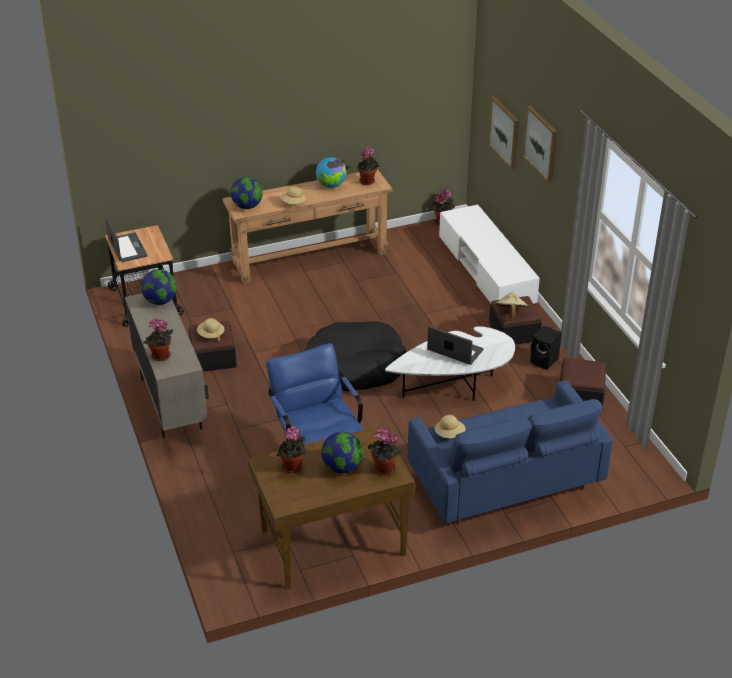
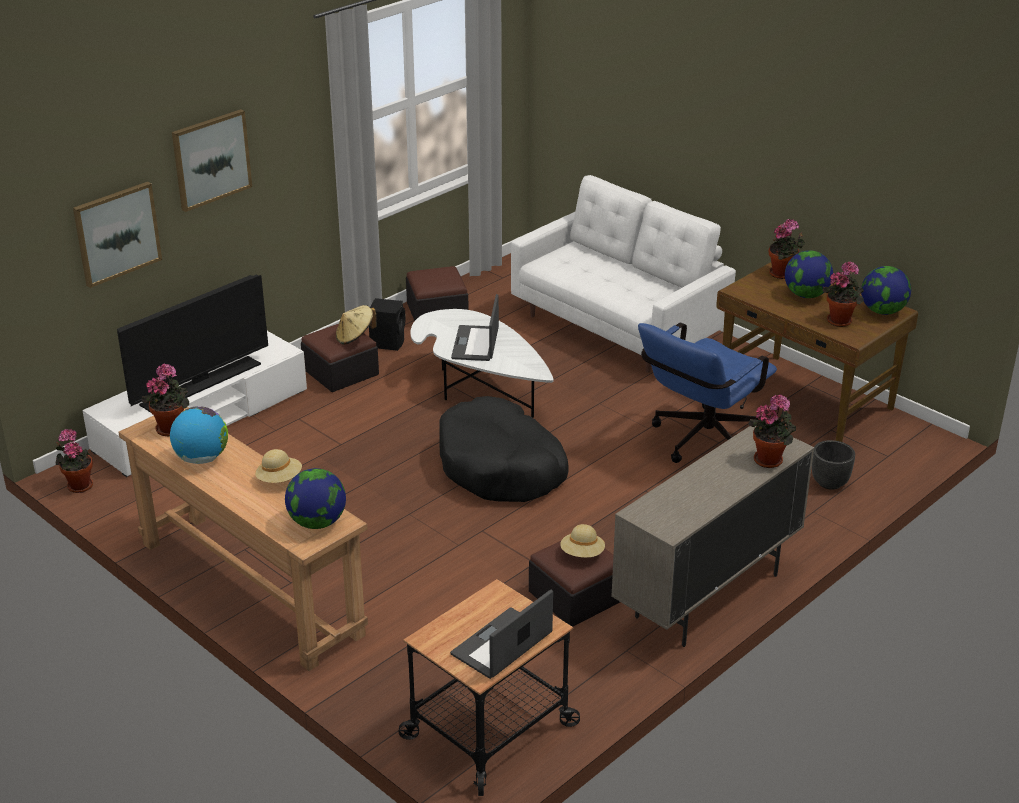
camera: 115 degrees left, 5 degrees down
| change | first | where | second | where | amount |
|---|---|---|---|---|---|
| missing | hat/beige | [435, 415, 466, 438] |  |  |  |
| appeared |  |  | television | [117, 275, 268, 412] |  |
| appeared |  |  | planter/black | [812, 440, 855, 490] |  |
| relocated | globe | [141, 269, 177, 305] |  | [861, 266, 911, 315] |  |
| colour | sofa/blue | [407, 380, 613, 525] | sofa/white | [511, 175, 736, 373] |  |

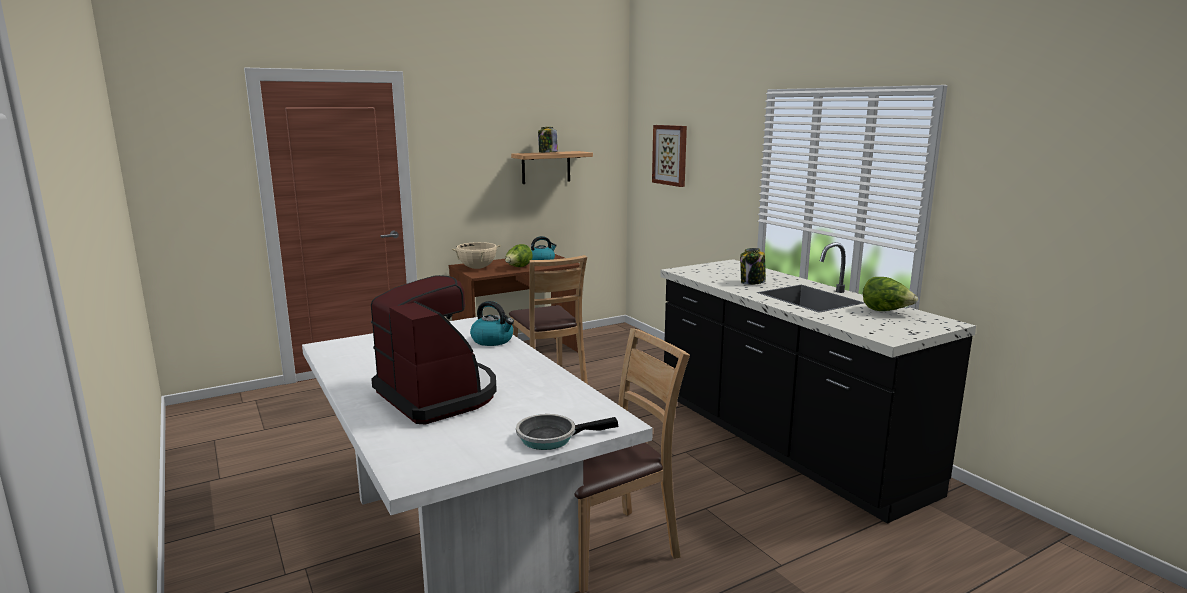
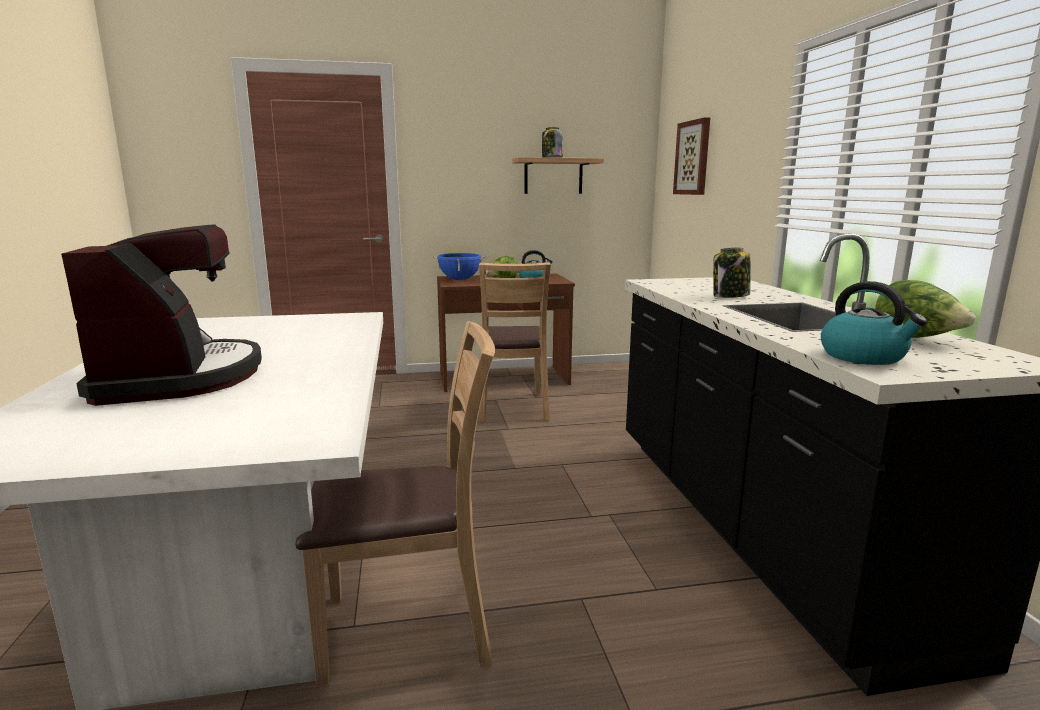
camera: 20 degrees right, 0 degrees up
| change | first | where | second | where | amount |
|---|---|---|---|---|---|
| missing | frying pan | [516, 414, 618, 450] |  |  |  |
| relocated | kettle | [470, 301, 514, 346] |  | [821, 281, 927, 365] |  |
| colour | cooking pot/beige | [452, 242, 501, 269] | cooking pot/blue | [432, 253, 486, 280] |  |

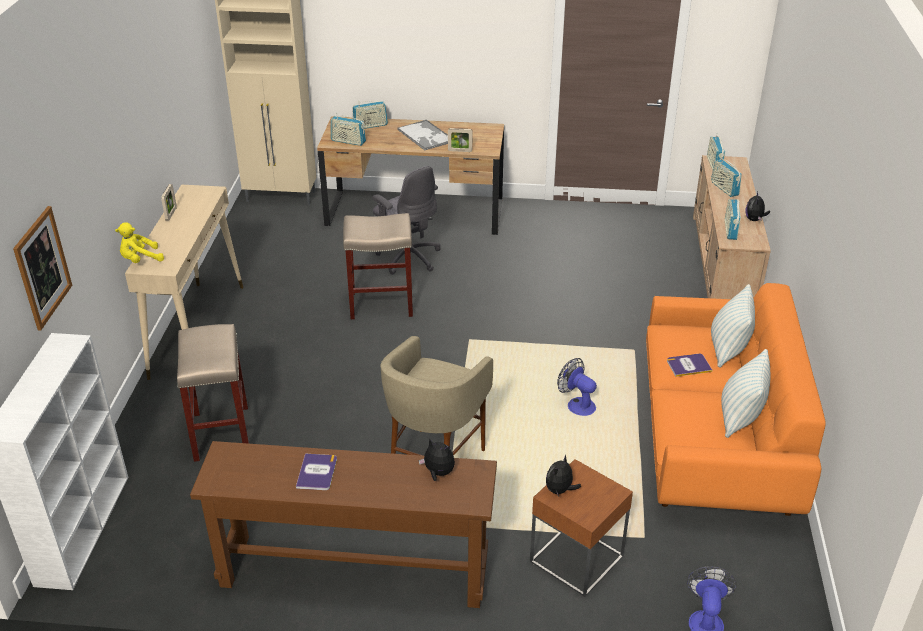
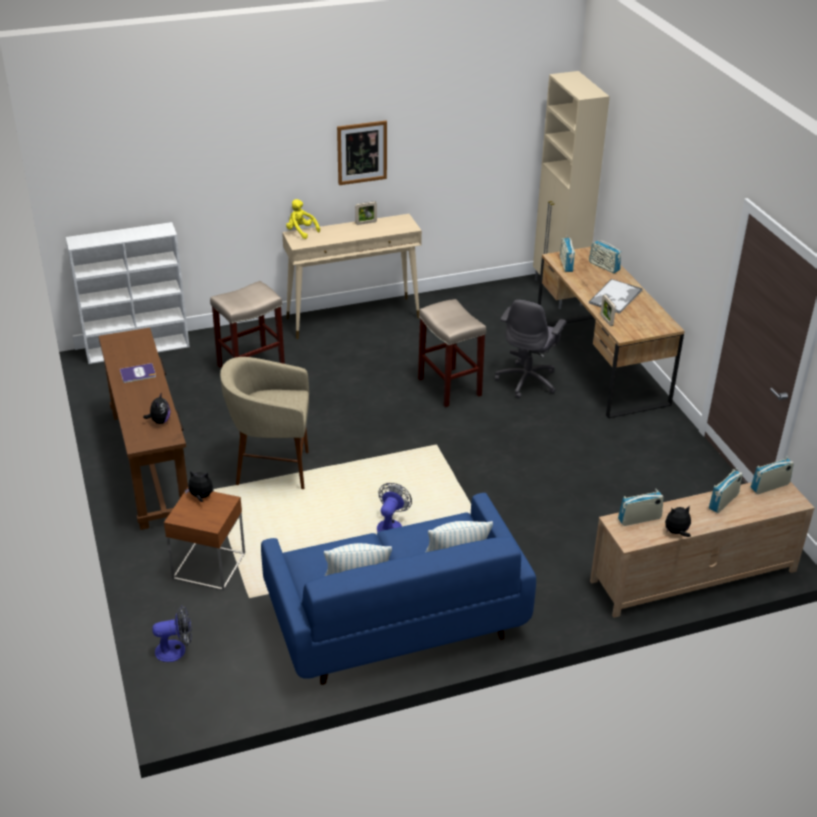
camera: 65 degrees right, 0 degrees up
| change | first | where | second | where | amount |
|---|---|---|---|---|---|
| missing | book | [667, 354, 712, 377] |  |  |  |
| relocated | picture | [13, 206, 72, 331] |  | [337, 121, 387, 185] |  |
| colour | sofa/orange | [646, 283, 826, 516] | sofa/blue | [261, 493, 536, 685] |  |

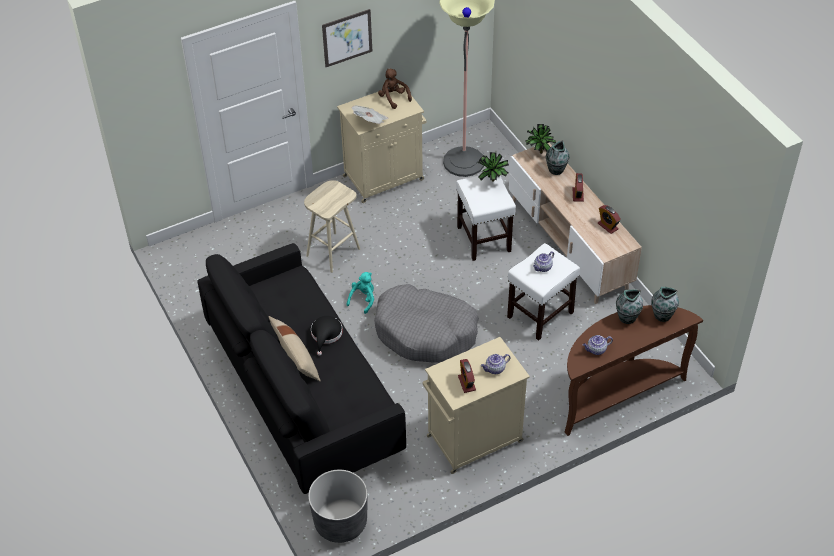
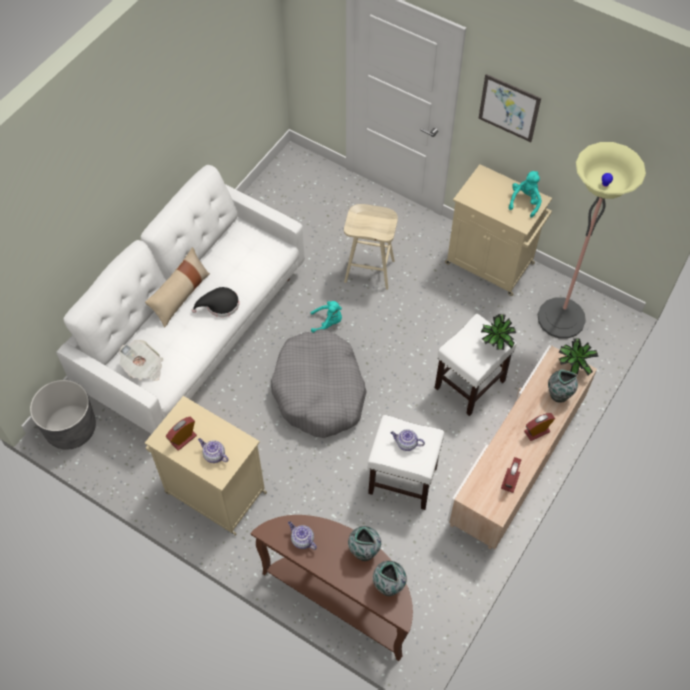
camera: 60 degrees right, 10 degrees up
| change | first | where | second | where | amount |
|---|---|---|---|---|---|
| relocated | newspaper | [352, 105, 388, 124] |  | [120, 340, 163, 381] |  |
| colour | sofa/black | [197, 243, 406, 494] | sofa/white | [56, 165, 305, 434] |  |
| colour | plush toy/brown | [378, 69, 412, 109] | plush toy/turquoise | [509, 171, 542, 218] |  |

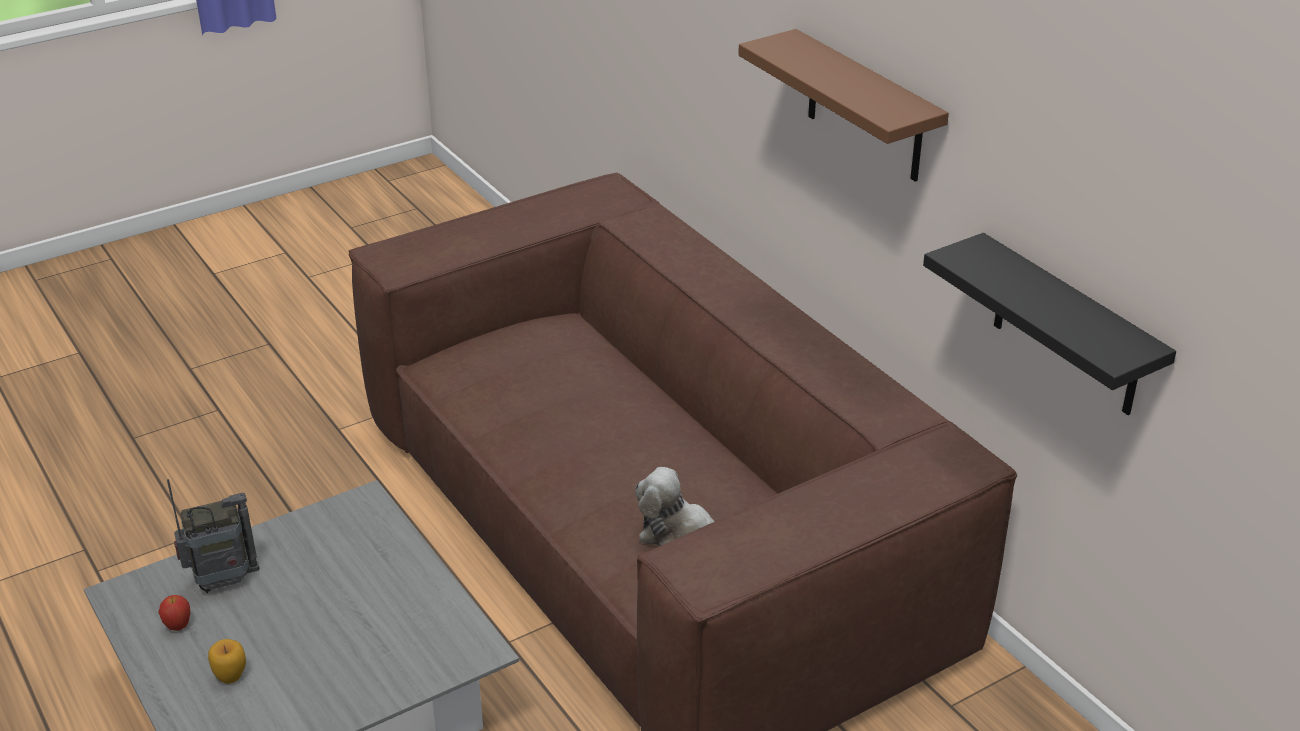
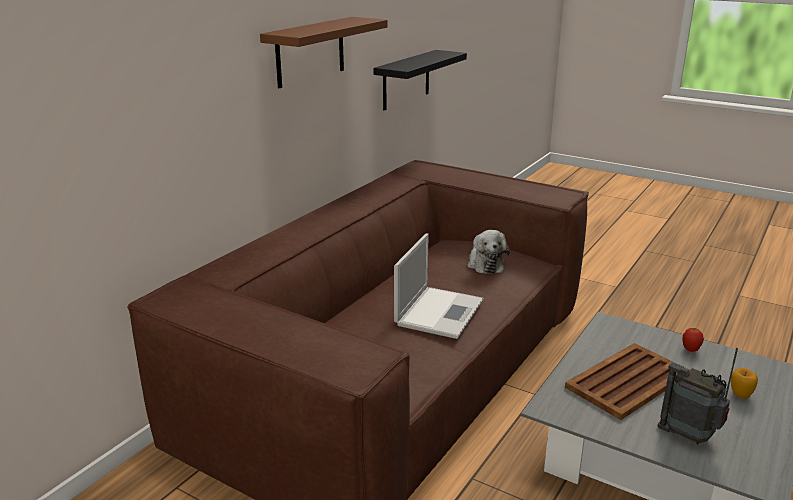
camera: 115 degrees left, 10 degrees down
| change | first | where | second | where | amount |
|---|---|---|---|---|---|
| appeared |  |  | laptop | [394, 233, 484, 339] |  |
| appeared |  |  | tray/brown | [565, 343, 690, 420] |  |
| relocated | apple | [158, 595, 190, 631] |  | [683, 328, 704, 352] |  |

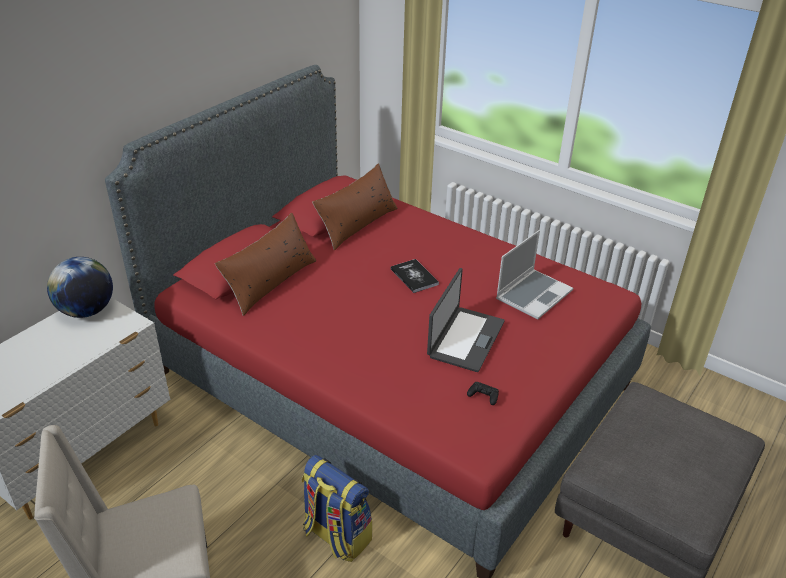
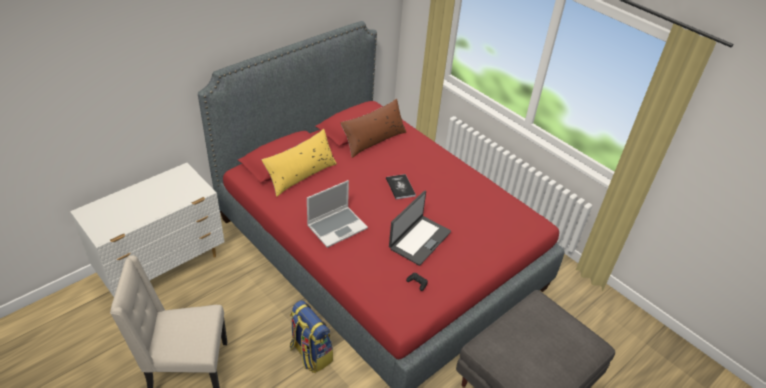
camera: 10 degrees right, 5 degrees up
| change | first | where | second | where | amount |
|---|---|---|---|---|---|
| missing | globe | [47, 257, 113, 318] |  |  |  |
| relocated | laptop | [496, 230, 573, 320] |  | [307, 180, 368, 248] |  |
| colour | pillow/brown | [215, 213, 316, 316] | pillow/yellow | [262, 129, 337, 197] |  |

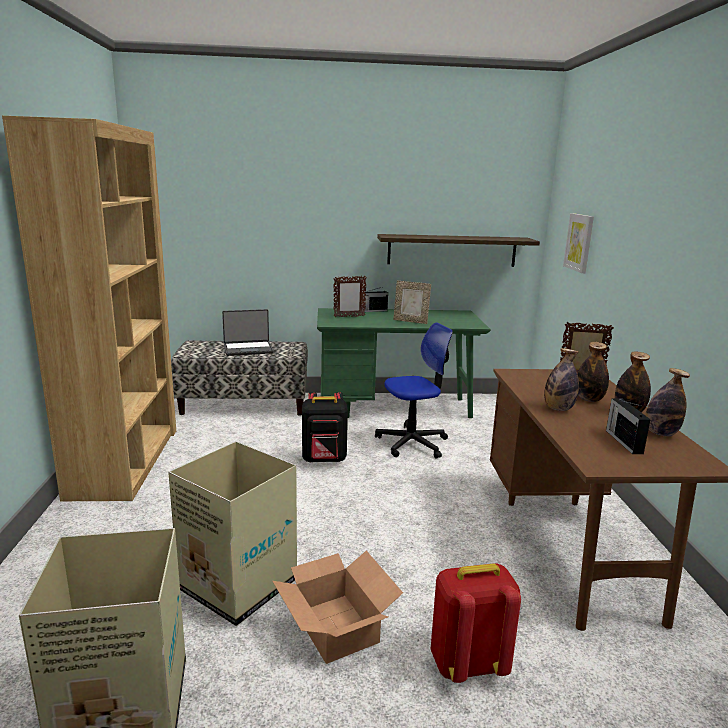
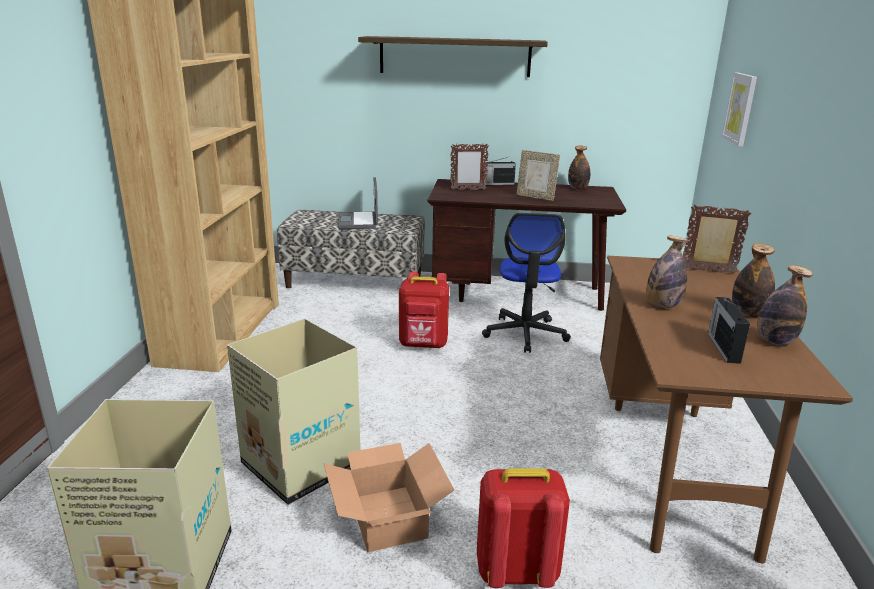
camera: 10 degrees right, 5 degrees up
| change | first | where | second | where | amount |
|---|---|---|---|---|---|
| relocated | shelf | [377, 234, 540, 267] |  | [358, 36, 548, 77] |  |
| relocated | bottle | [578, 342, 609, 402] |  | [568, 145, 590, 190] |  |
| colour | backpack/black | [302, 392, 348, 463] | backpack/red | [399, 272, 449, 349] |  |
| colour | desk/green | [317, 308, 491, 418] | desk/brown | [427, 179, 626, 311] |  |
| spun | laptop | [222, 309, 274, 356] |  | [338, 177, 378, 229] | 90 degrees clockwise |
| spun | office chair | [375, 322, 453, 459] |  | [482, 213, 571, 353] | 105 degrees clockwise |

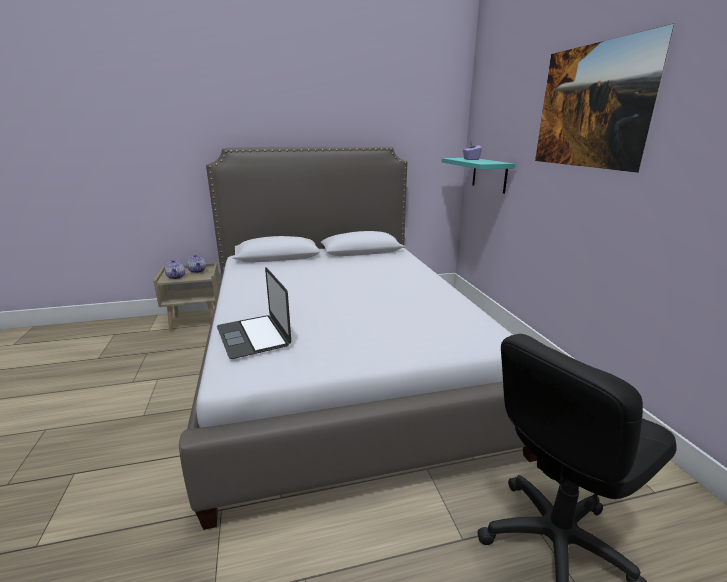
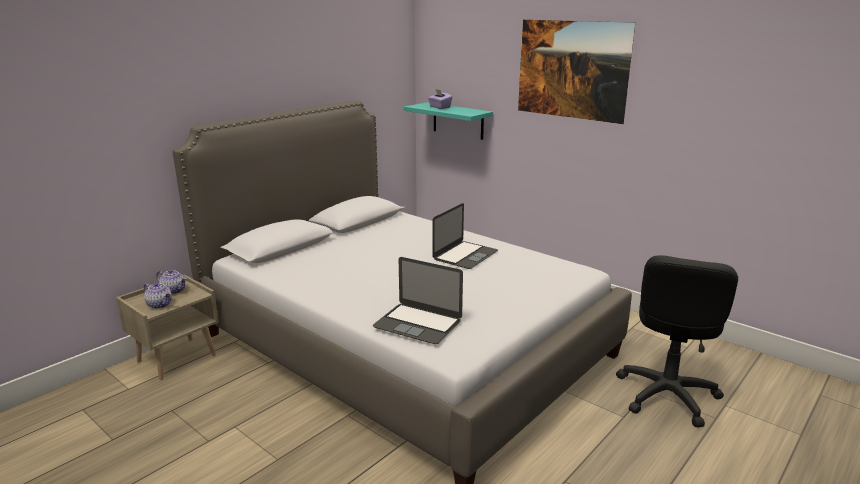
camera: 35 degrees left, 0 degrees up
| change | first | where | second | where | amount |
|---|---|---|---|---|---|
| appeared |  |  | laptop | [432, 203, 498, 269] |  |

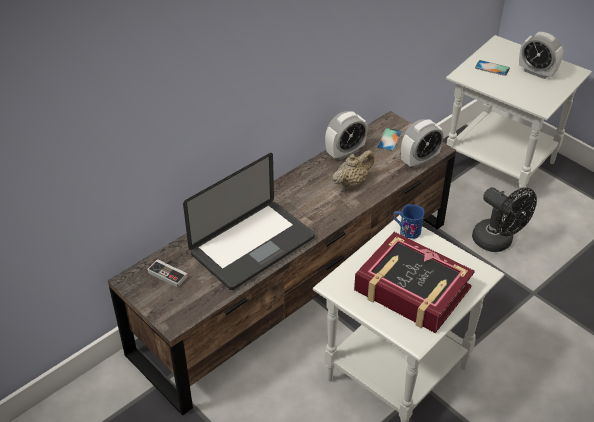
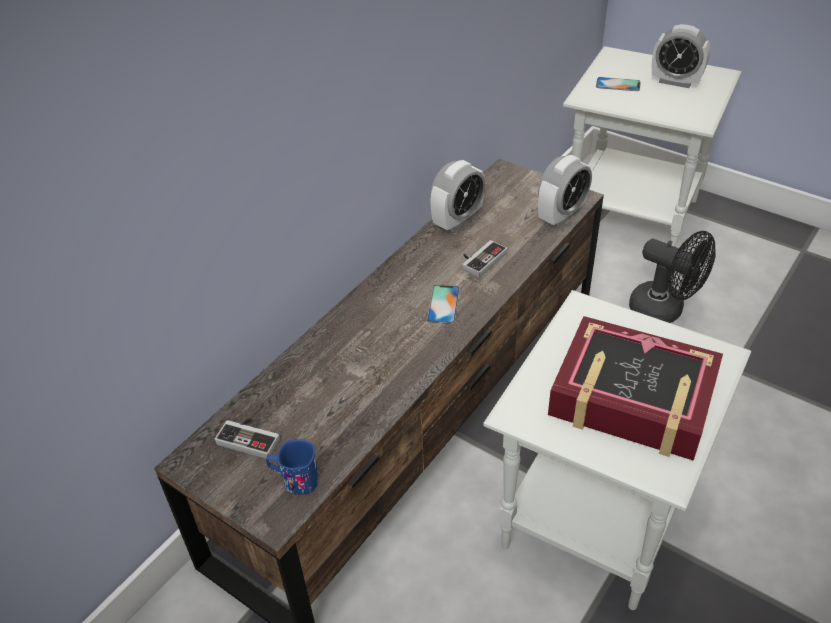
camera: 10 degrees left, 0 degrees up
| change | first | where | second | where | amount |
|---|---|---|---|---|---|
| missing | laptop | [183, 153, 315, 290] |  |  |  |
| relocated | phone | [377, 128, 402, 151] |  | [427, 285, 460, 324] |  |
| relocated | mug/blue | [393, 204, 424, 239] |  | [266, 439, 319, 495] |  |
| exchanged | teapot/beige | [332, 150, 374, 189] | game controller | [462, 240, 507, 278] |  |

